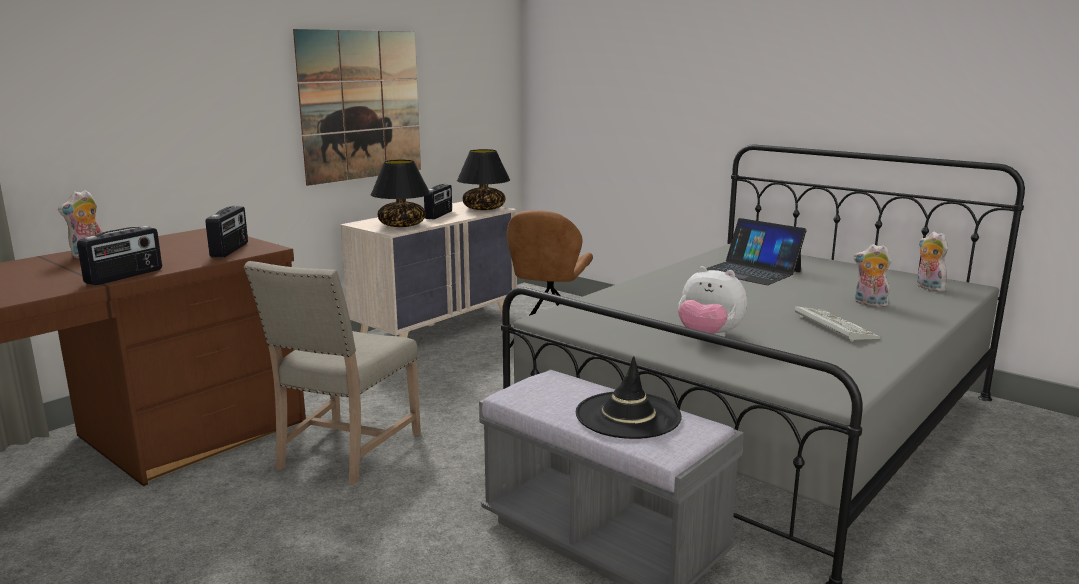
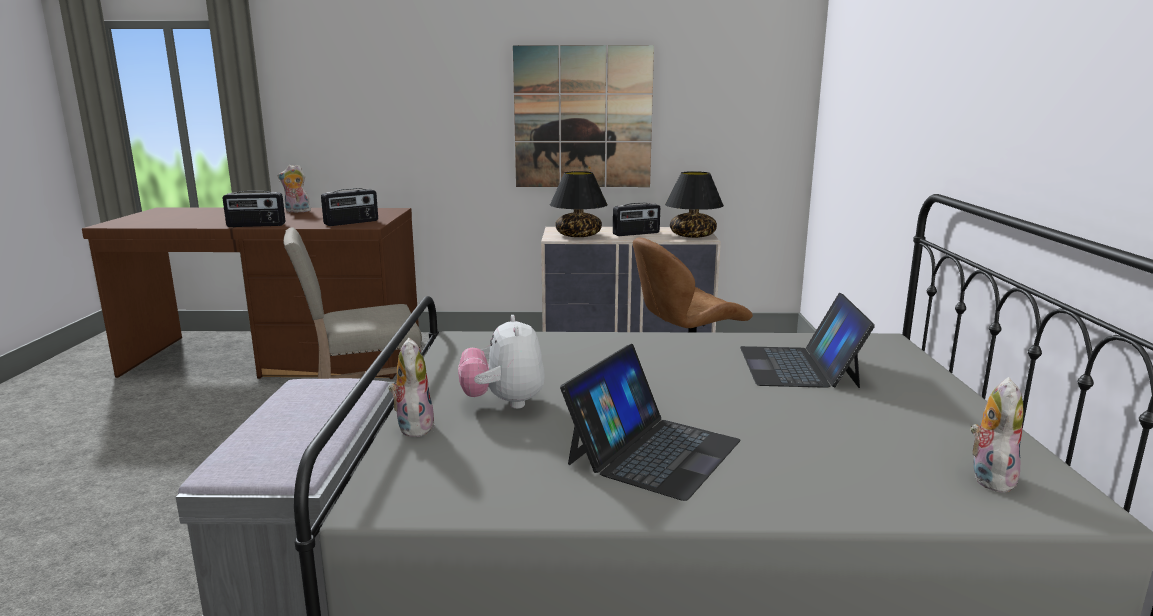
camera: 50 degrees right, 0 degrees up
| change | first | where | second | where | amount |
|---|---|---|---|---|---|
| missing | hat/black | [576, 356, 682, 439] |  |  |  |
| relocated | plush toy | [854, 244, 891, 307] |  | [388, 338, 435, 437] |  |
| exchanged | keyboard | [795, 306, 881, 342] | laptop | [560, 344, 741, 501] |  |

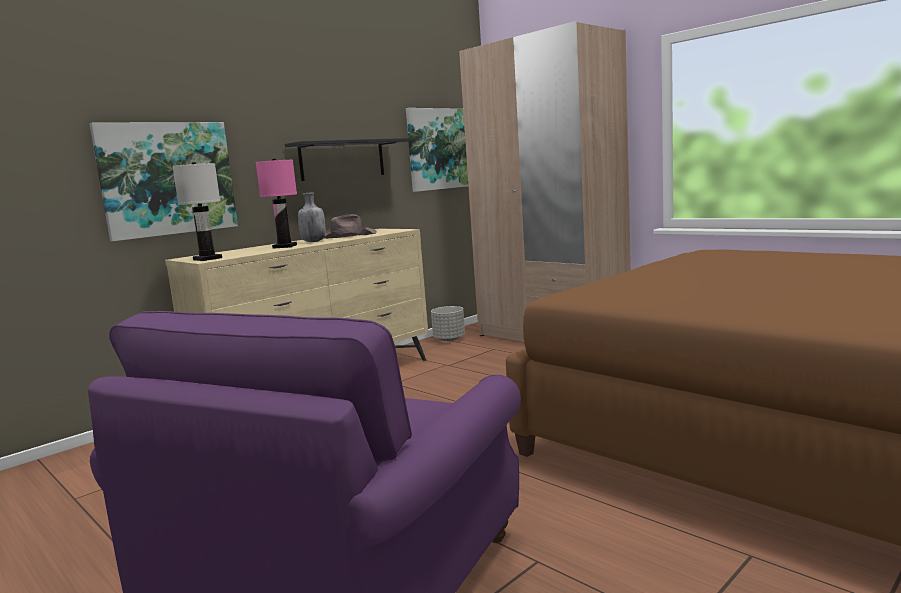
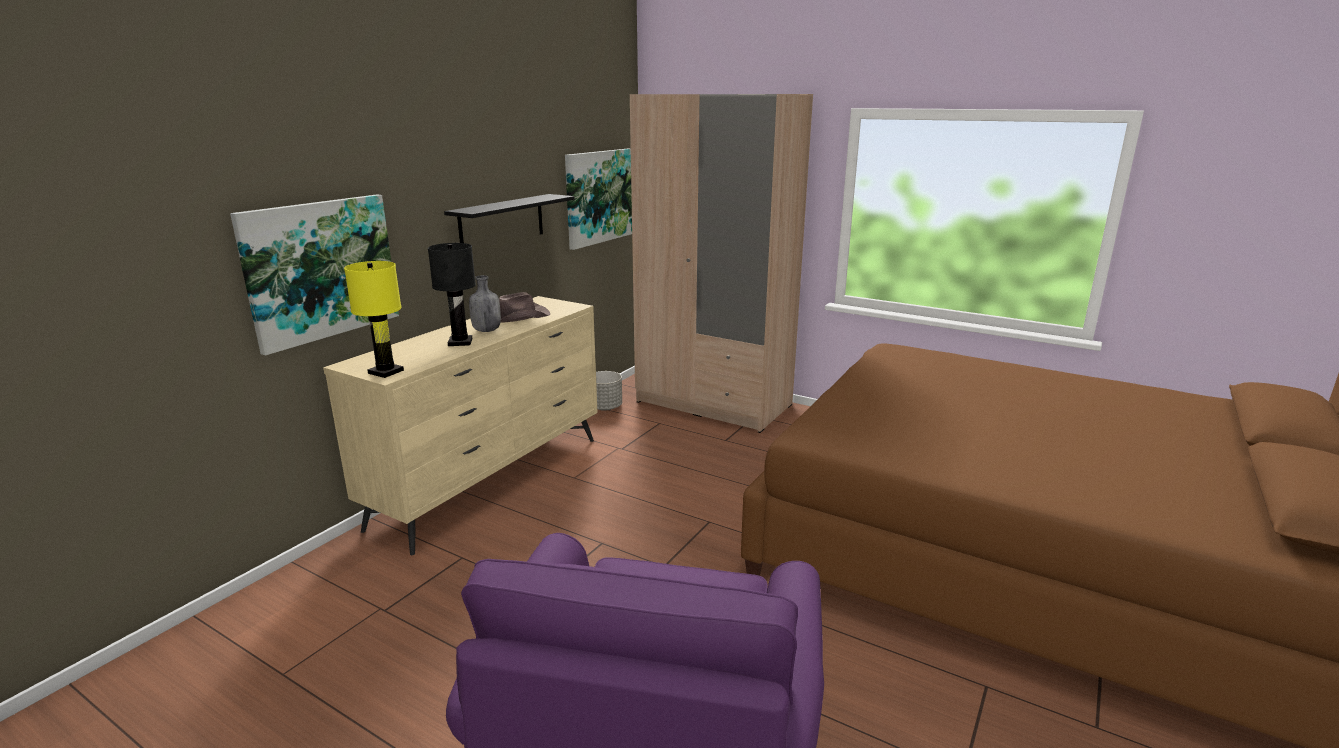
camera: 15 degrees left, 10 degrees up
| change | first | where | second | where | amount |
|---|---|---|---|---|---|
| colour | table lamp/white | [172, 162, 222, 261] | table lamp/yellow | [344, 261, 404, 378] |  |
| colour | table lamp/pink | [256, 159, 297, 249] | table lamp/black | [428, 243, 476, 346] |  |

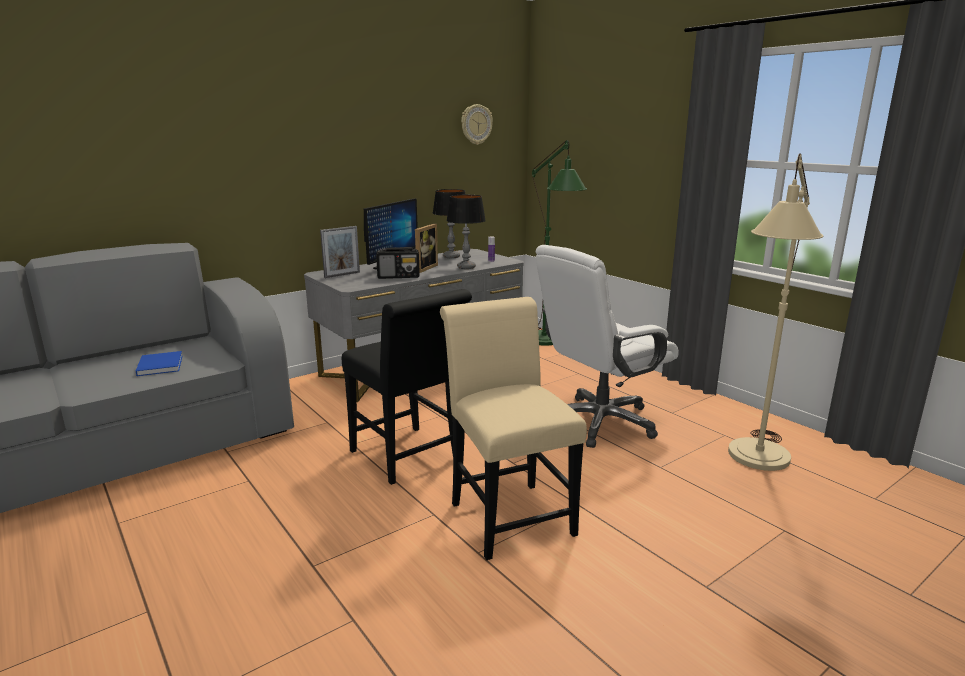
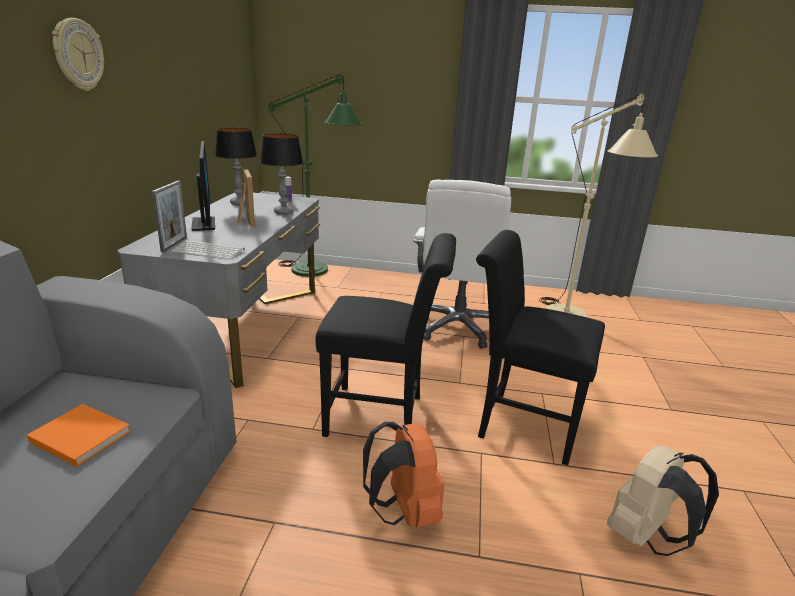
camera: 45 degrees left, 5 degrees up
| change | first | where | second | where | amount |
|---|---|---|---|---|---|
| missing | radio | [376, 247, 420, 279] |  |  |  |
| appeared |  |  | keyboard | [170, 240, 245, 260] |  |
| appeared |  |  | backpack/orange | [363, 422, 444, 527] |  |
| appeared |  |  | backpack/beige | [607, 445, 719, 556] |  |
| relocated | wall clock | [461, 104, 493, 145] |  | [52, 18, 104, 91] |  |
| colour | book/blue | [136, 351, 183, 376] | book/orange | [27, 404, 131, 467] |  |
| colour | chair/beige | [440, 297, 587, 560] | chair/black | [476, 230, 605, 465] |  |

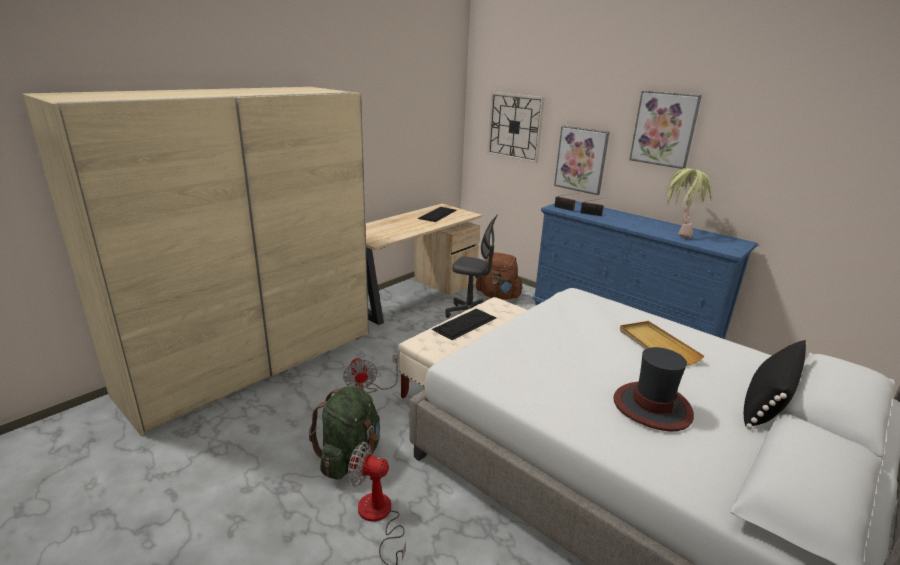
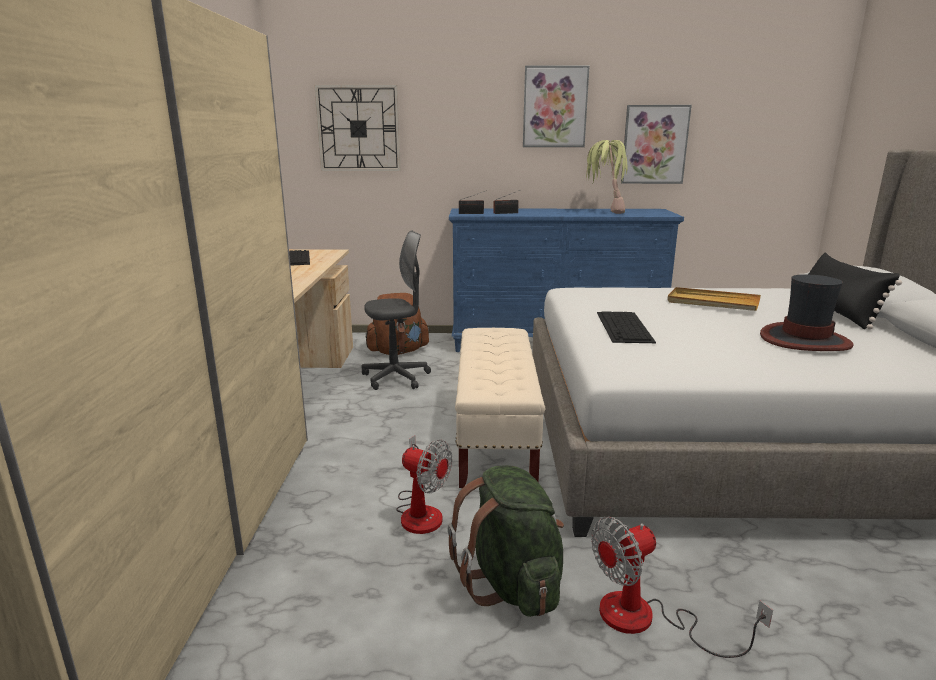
camera: 40 degrees left, 5 degrees down
| change | first | where | second | where | amount |
|---|---|---|---|---|---|
| relocated | keyboard | [432, 308, 496, 340] |  | [597, 311, 656, 343] |  |
| relocated | picture | [554, 126, 609, 195] |  | [621, 105, 692, 184] |  |

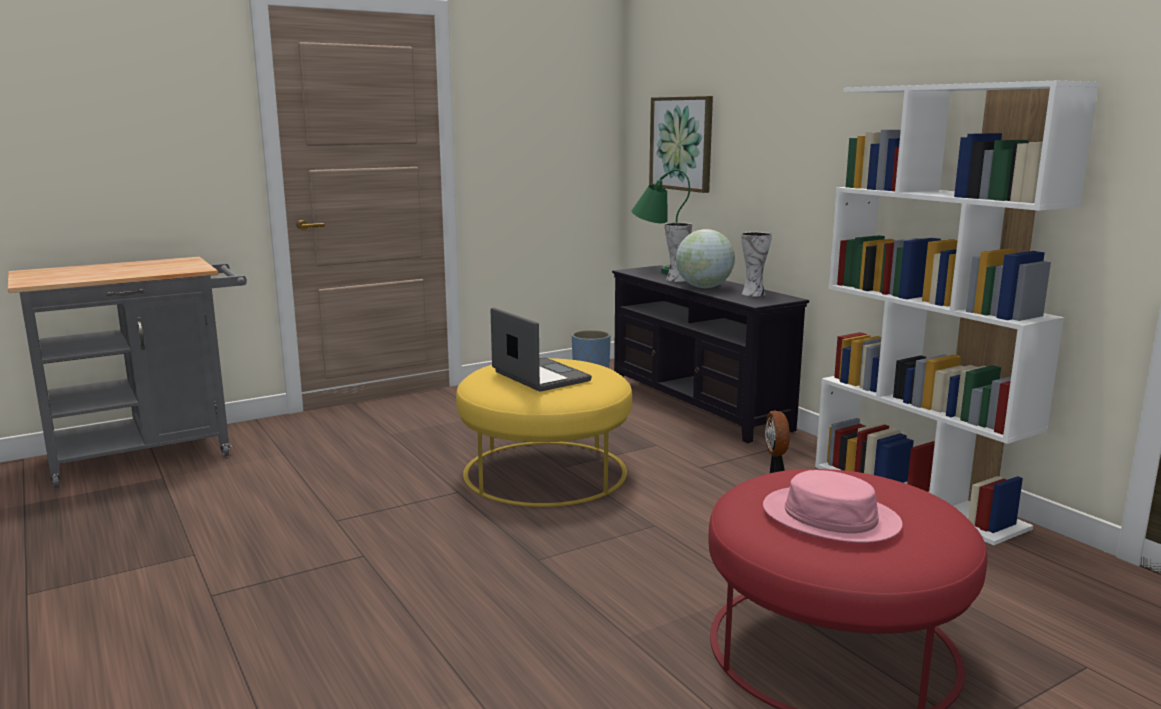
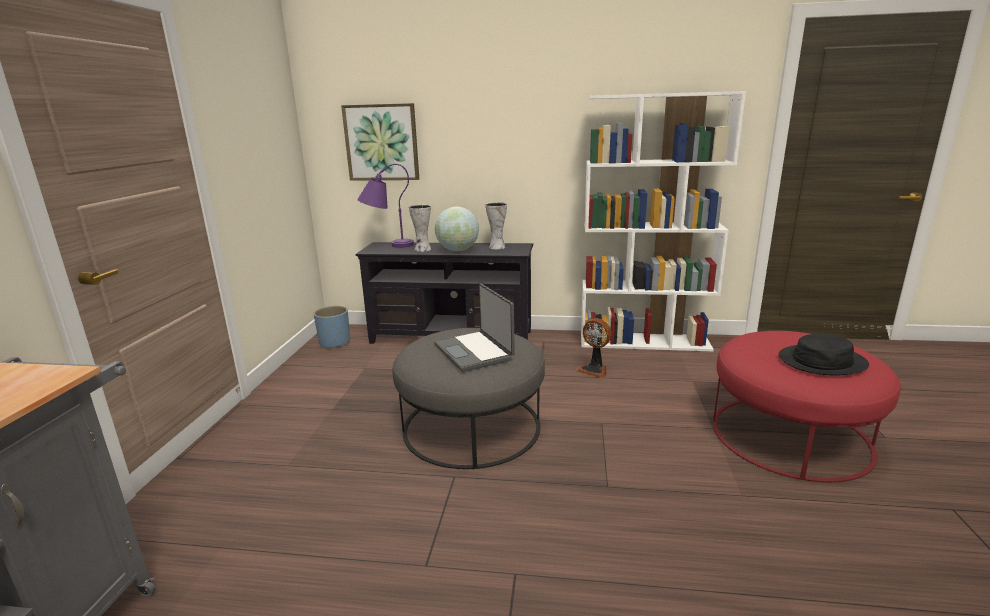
camera: 50 degrees left, 5 degrees up
| change | first | where | second | where | amount |
|---|---|---|---|---|---|
| colour | ottoman/yellow | [456, 358, 632, 507] | ottoman/grey | [392, 328, 545, 469] |  |
| colour | table lamp/green | [632, 169, 690, 275] | table lamp/purple | [357, 164, 414, 248] |  |
| colour | hat/pink | [763, 470, 903, 543] | hat/black | [778, 334, 869, 376] |  |
| spun | laptop | [491, 307, 592, 391] |  | [434, 283, 515, 372] | 120 degrees counterclockwise |

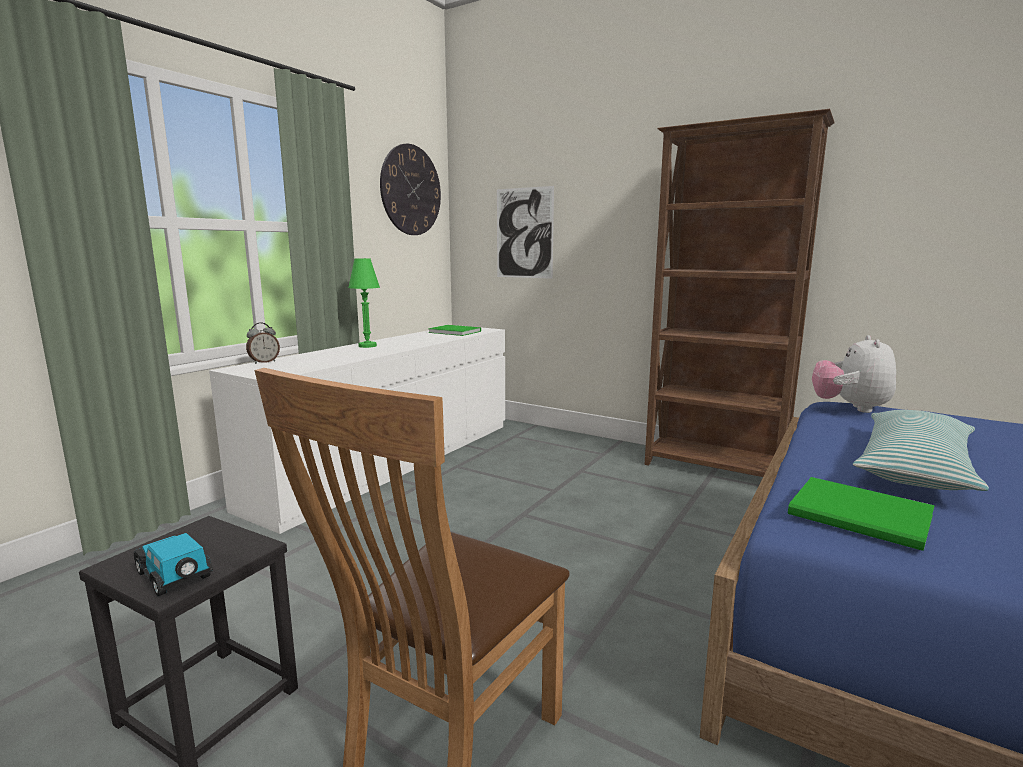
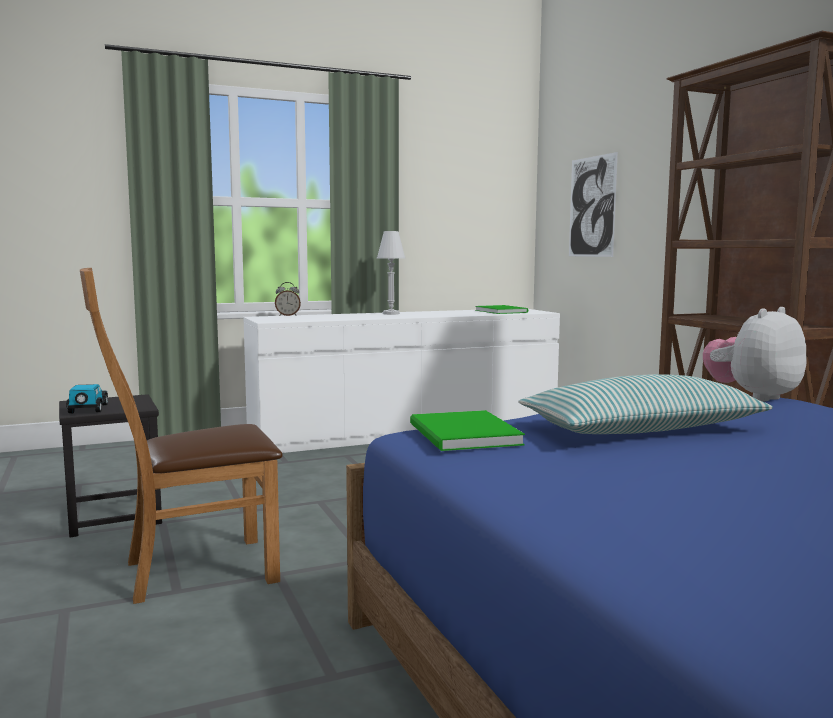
camera: 35 degrees right, 5 degrees down
| change | first | where | second | where | amount |
|---|---|---|---|---|---|
| missing | wall clock | [380, 144, 441, 235] |  |  |  |
| colour | table lamp/green | [348, 258, 380, 348] | table lamp/white | [377, 231, 405, 315] |  |

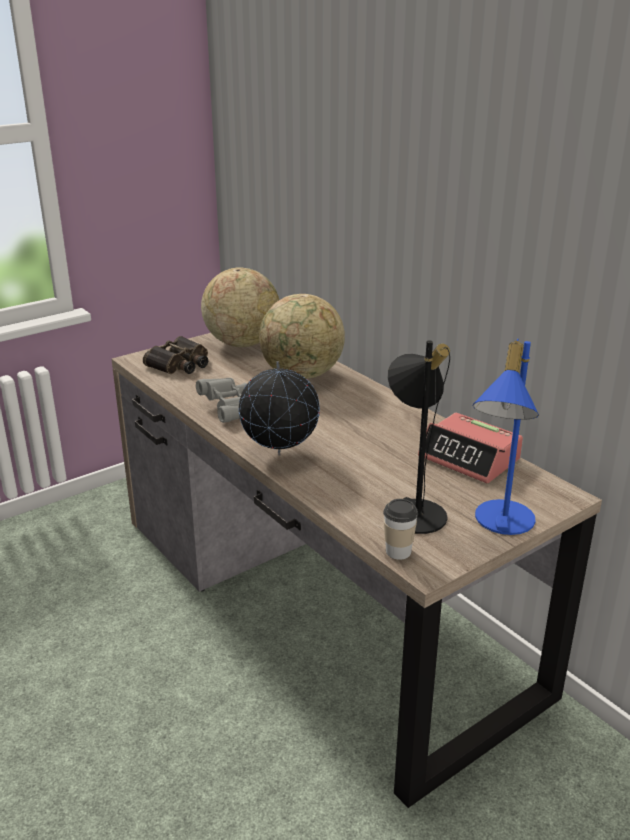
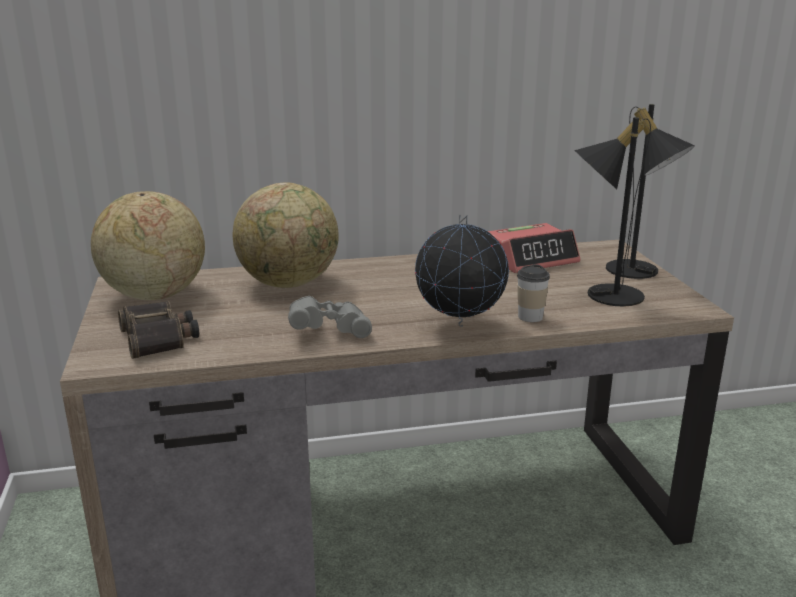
camera: 65 degrees left, 5 degrees down
| change | first | where | second | where | amount |
|---|---|---|---|---|---|
| relocated | cup | [383, 499, 418, 560] |  | [517, 264, 550, 322] |  |
| colour | table lamp/blue | [473, 338, 539, 535] | table lamp/black | [606, 104, 695, 279] |  |

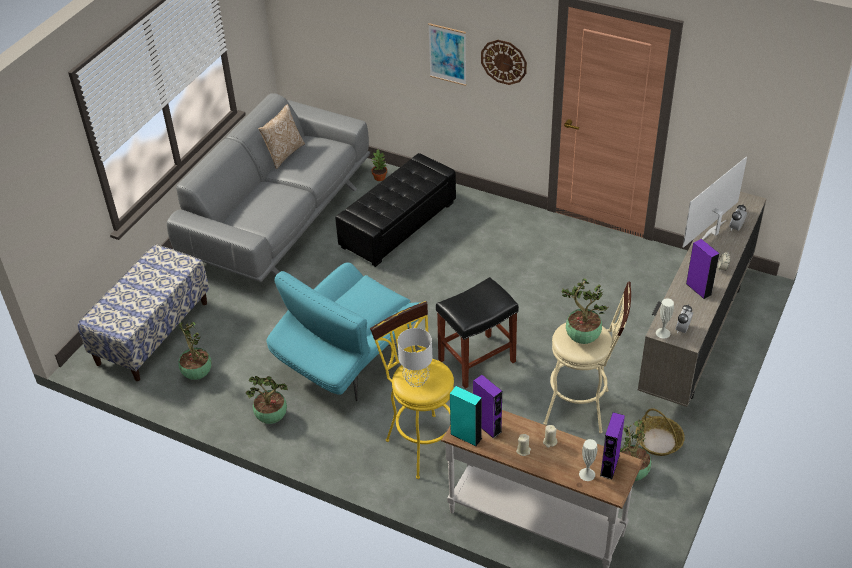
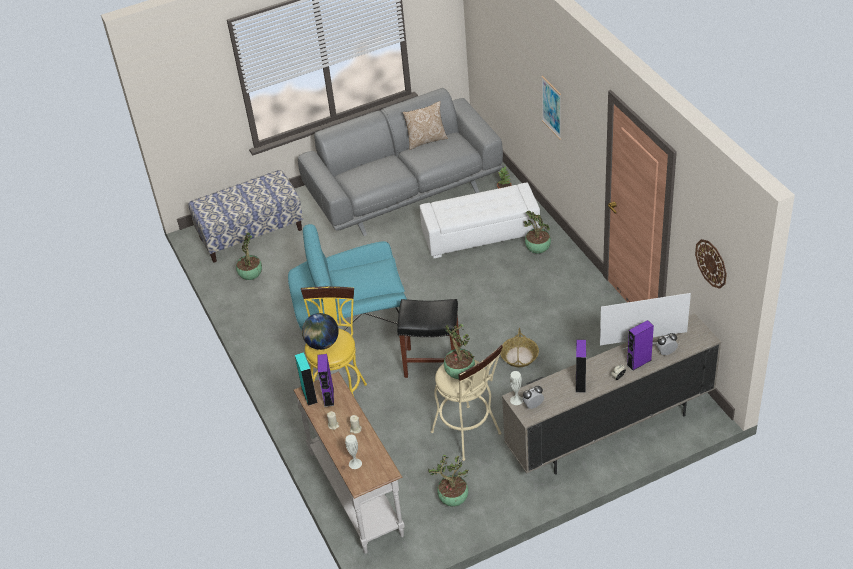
camera: 40 degrees right, 0 degrees up
| change | first | where | second | where | amount |
|---|---|---|---|---|---|
| relocated | potted plant | [245, 376, 288, 424] |  | [523, 211, 551, 254] |  |
| relocated | wall clock | [481, 40, 527, 85] |  | [695, 239, 727, 289] |  |
| relocated | speaker/purple | [600, 412, 625, 479] |  | [627, 320, 654, 371] |  |
| relocated | basket | [636, 408, 685, 456] |  | [500, 328, 539, 367] |  |
| exchanged | table lamp/grey | [398, 328, 432, 387] | globe | [302, 313, 339, 350] |  |
| colour | ottoman/black | [335, 153, 456, 267] | ottoman/white | [419, 183, 540, 258] |  |

